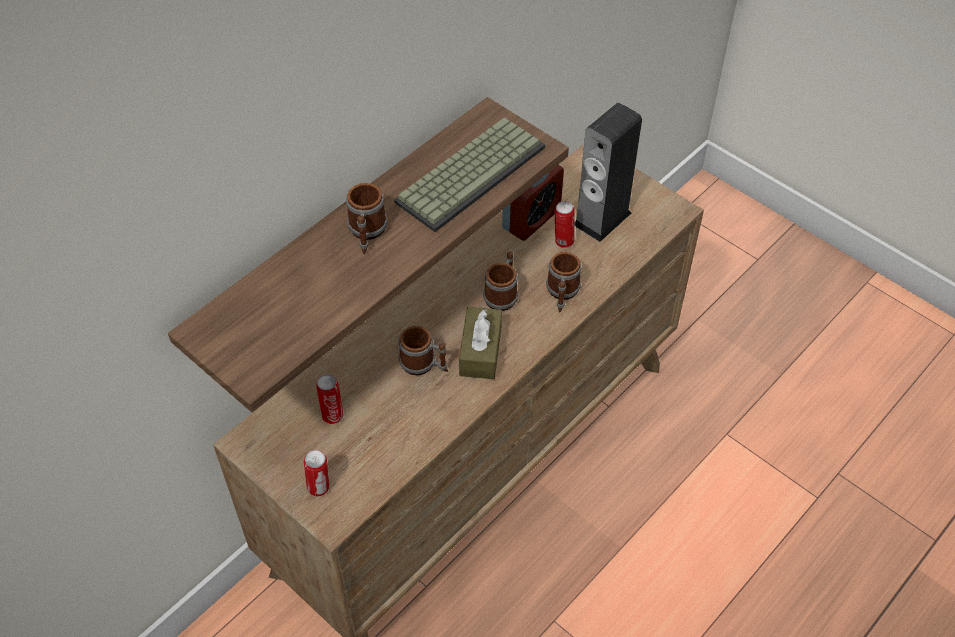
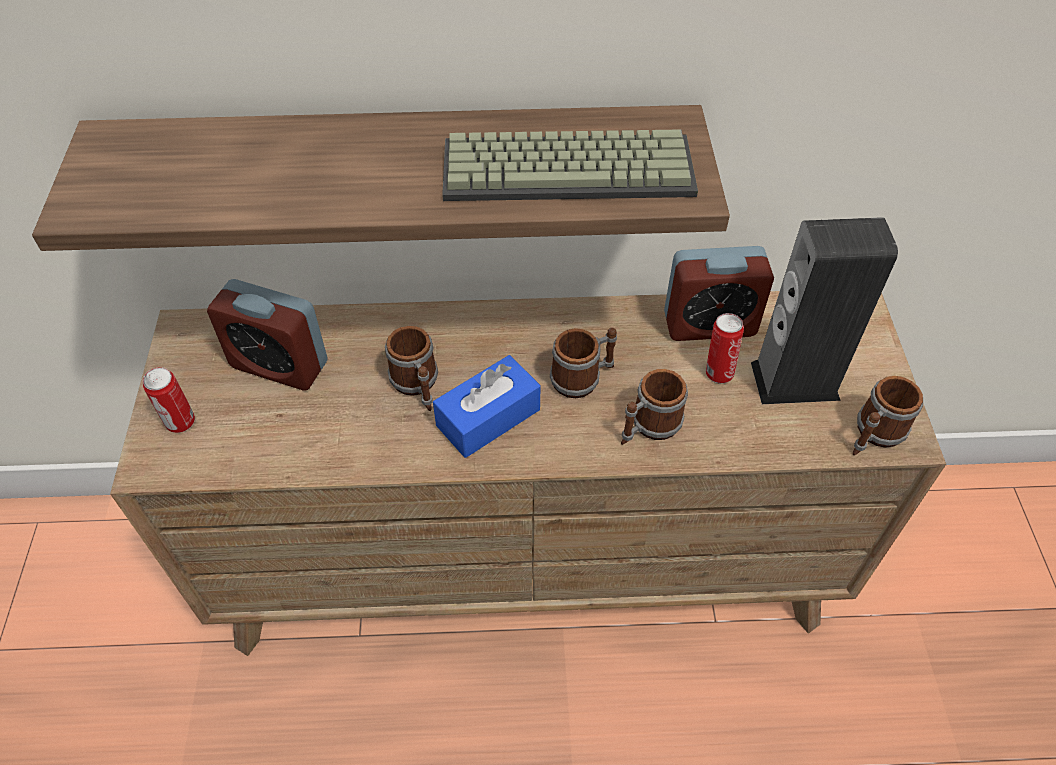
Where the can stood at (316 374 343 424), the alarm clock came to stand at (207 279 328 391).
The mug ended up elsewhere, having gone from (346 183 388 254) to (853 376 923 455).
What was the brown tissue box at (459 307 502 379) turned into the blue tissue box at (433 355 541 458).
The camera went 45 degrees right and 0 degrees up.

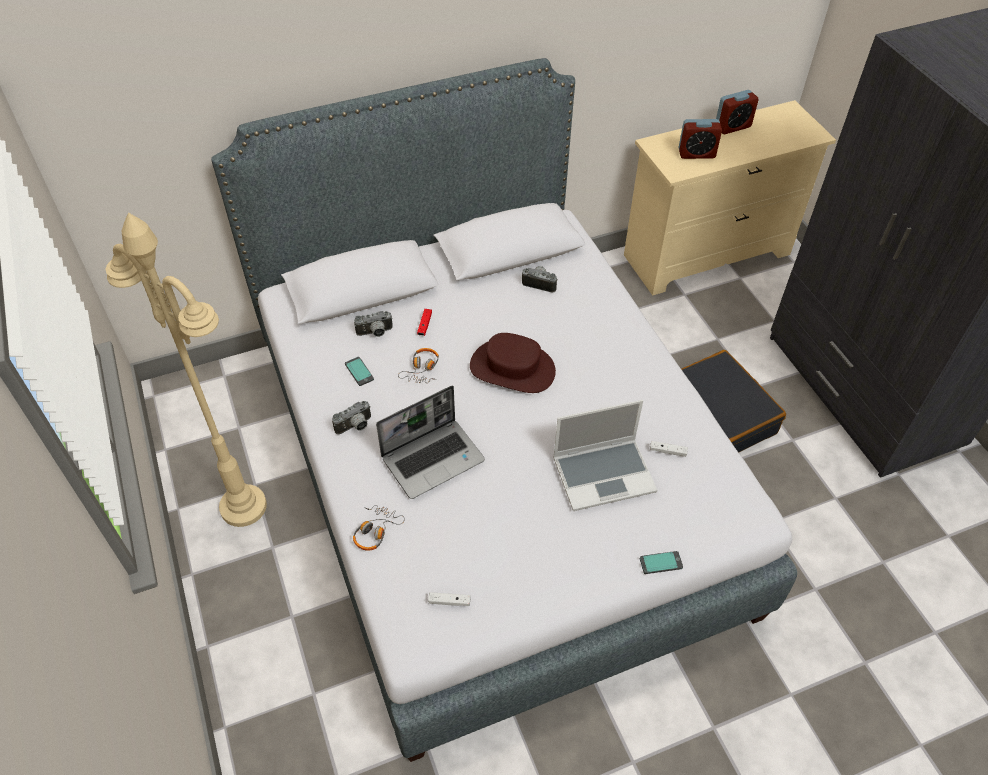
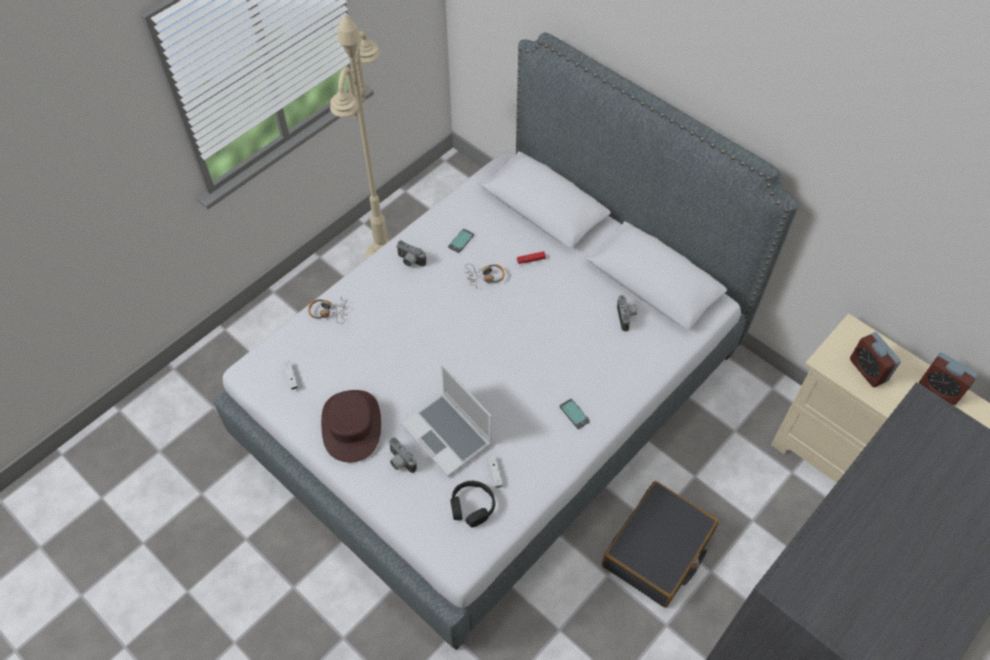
The photo camera ended up elsewhere, having gone from (354 311 393 337) to (389 437 417 473).
The second view lost the laptop at (376 385 485 499).
The brown hat ended up elsewhere, having gone from (470 333 556 393) to (321 390 381 463).
The phone ended up elsewhere, having gone from (640 551 683 574) to (560 399 590 429).
The second view gained the black headphones at (450 481 495 527).
The camera went 65 degrees right and 5 degrees up.

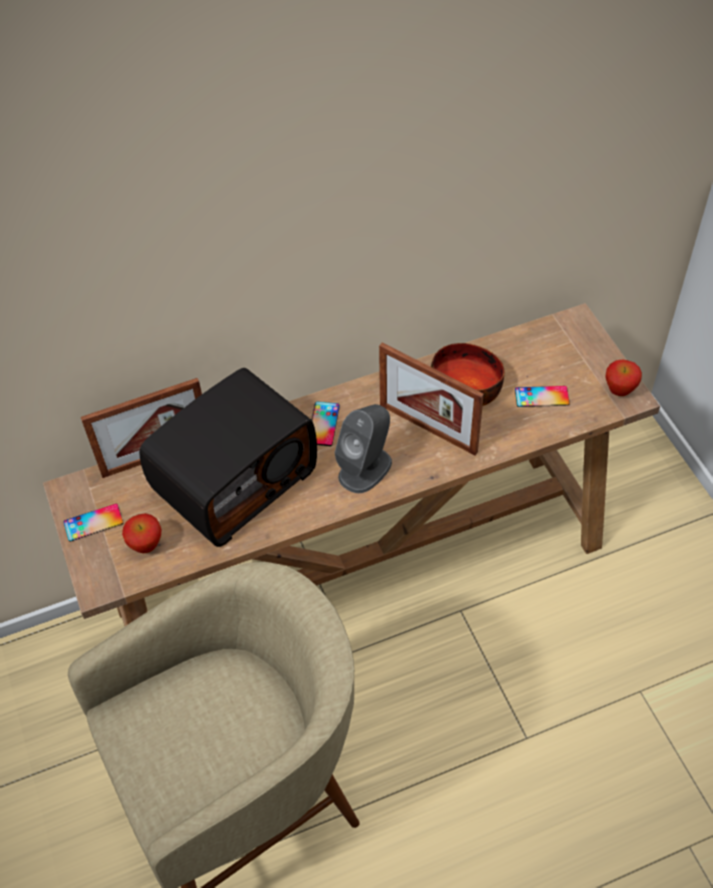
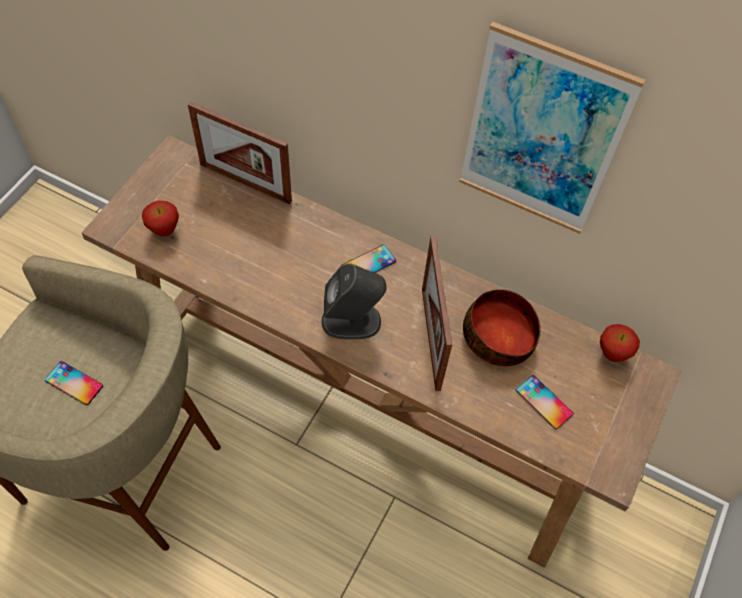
The phone ended up elsewhere, having gone from (63 504 123 542) to (45 361 103 405).
The second view lost the radio at (139 368 317 547).
The apple ended up elsewhere, having gone from (605 360 642 396) to (600 324 640 362).
The second view gained the picture at (459 22 645 234).
The camera went 45 degrees right and 5 degrees up.

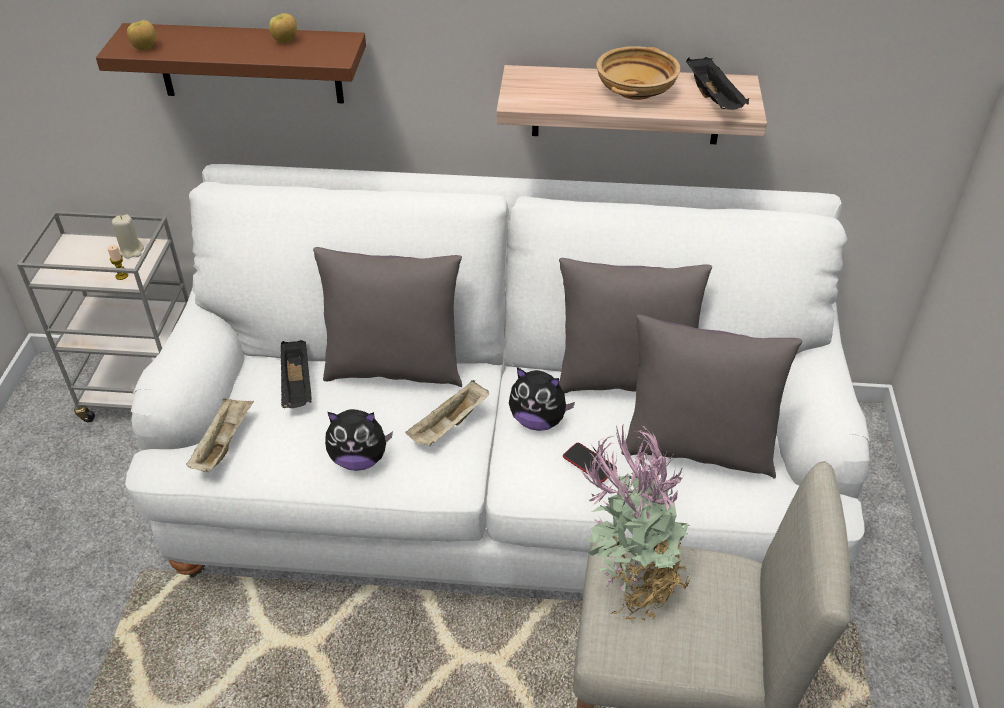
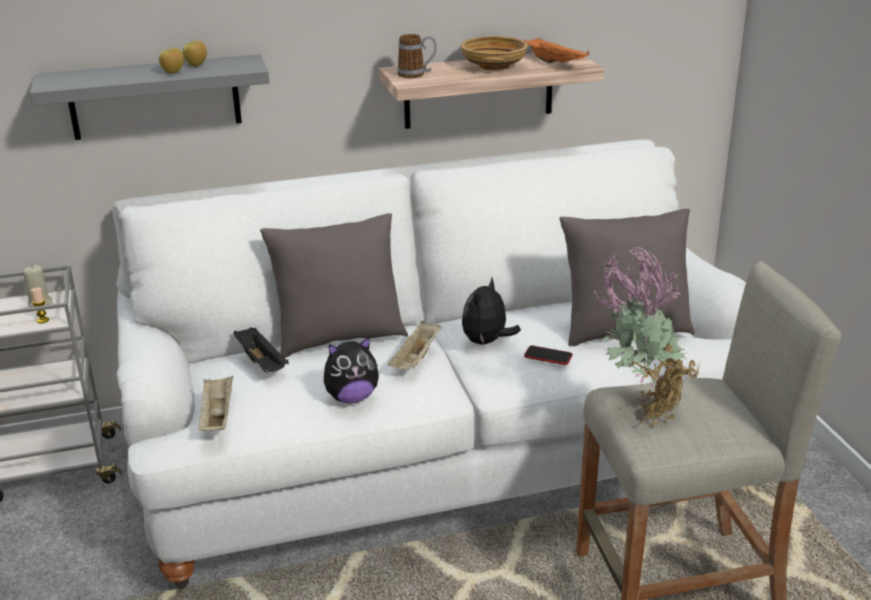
What was the brown shelf at (96 23 366 104) turned into the grey shelf at (30 54 270 140).
The apple ended up elsewhere, having gone from (127 20 156 50) to (159 48 184 74).
The plush toy at (509 367 575 431) ended up facing another way, 120 degrees clockwise from before.
The second view lost the grey pillow at (559 258 712 394).
What was the black tray at (686 57 749 110) turned into the orange tray at (524 38 589 63).
The second view gained the mug at (397 34 437 78).
The camera went 20 degrees left and 15 degrees down.

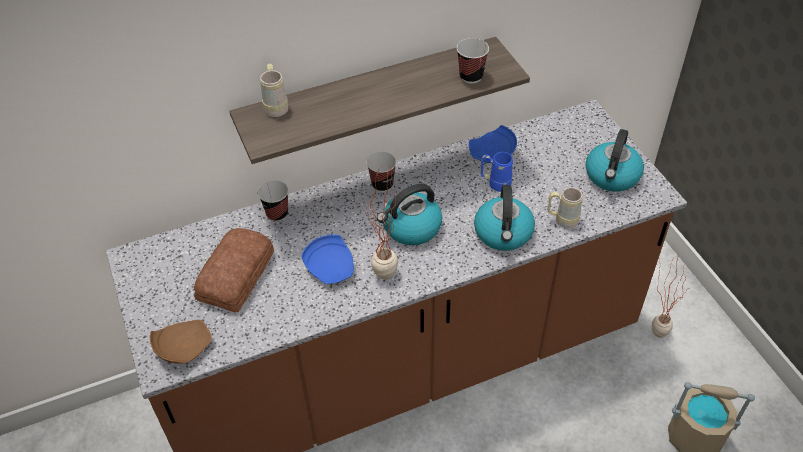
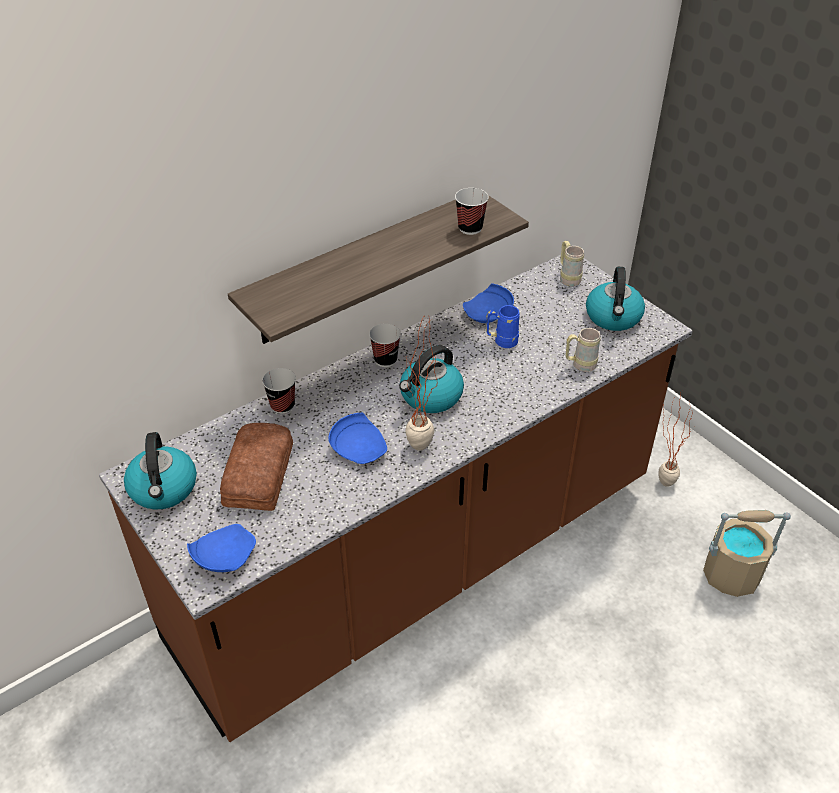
What was the brown plate at (150 320 212 364) turned into the blue plate at (187 524 256 572).
The beige mug ended up elsewhere, having gone from (260 63 289 117) to (560 241 584 286).
The kettle ended up elsewhere, having gone from (474 185 535 251) to (124 432 197 510).
The camera went 15 degrees left and 5 degrees down.

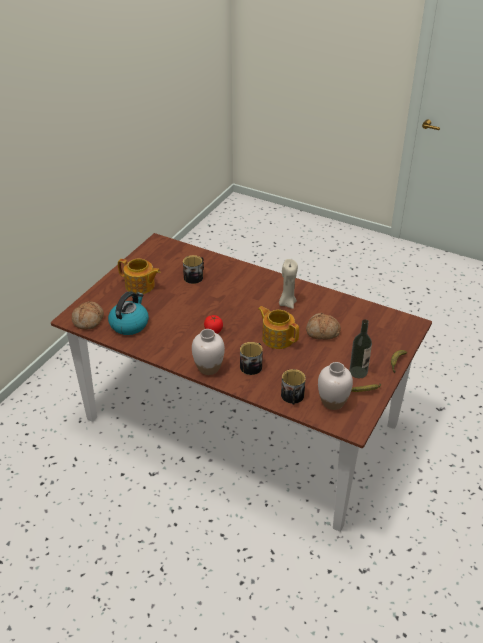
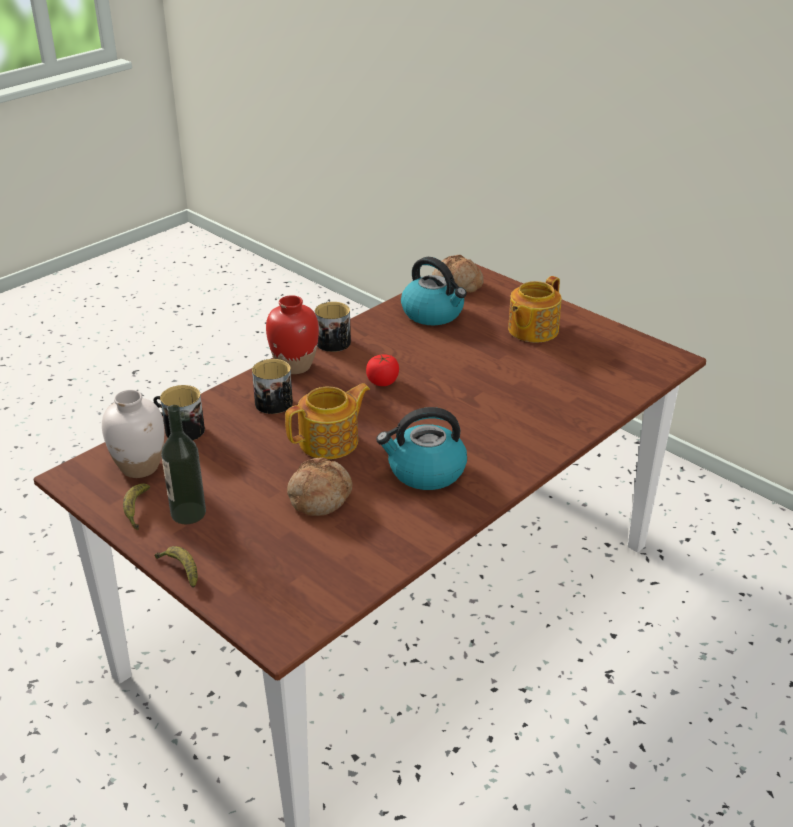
The mug ended up elsewhere, having gone from (183 255 204 284) to (315 302 351 352).
What was the white vase at (192 329 225 375) turned into the red vase at (266 295 319 374).
Where the beige candle stood at (279 259 298 309), the kettle came to stand at (376 407 467 490).
The camera went 105 degrees right and 5 degrees down.

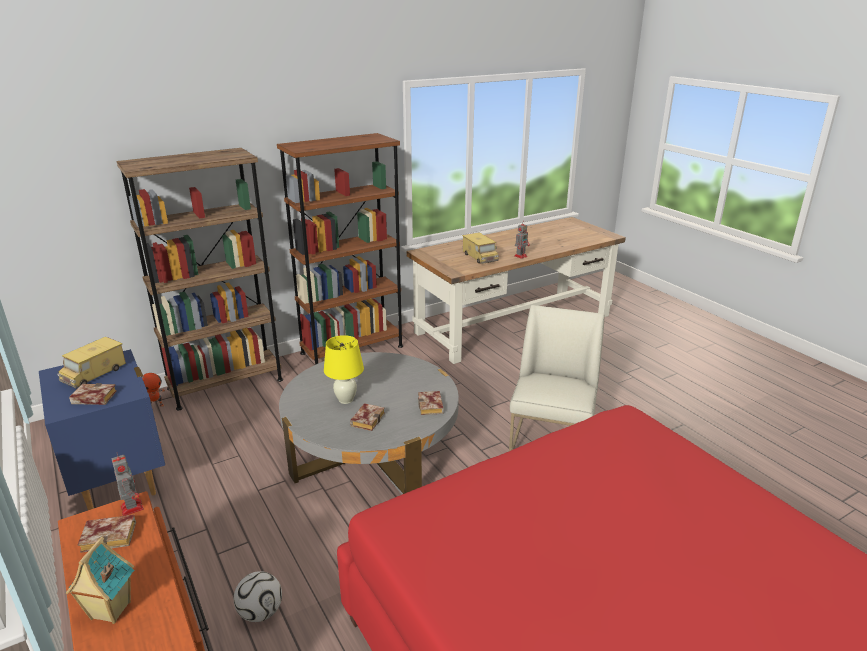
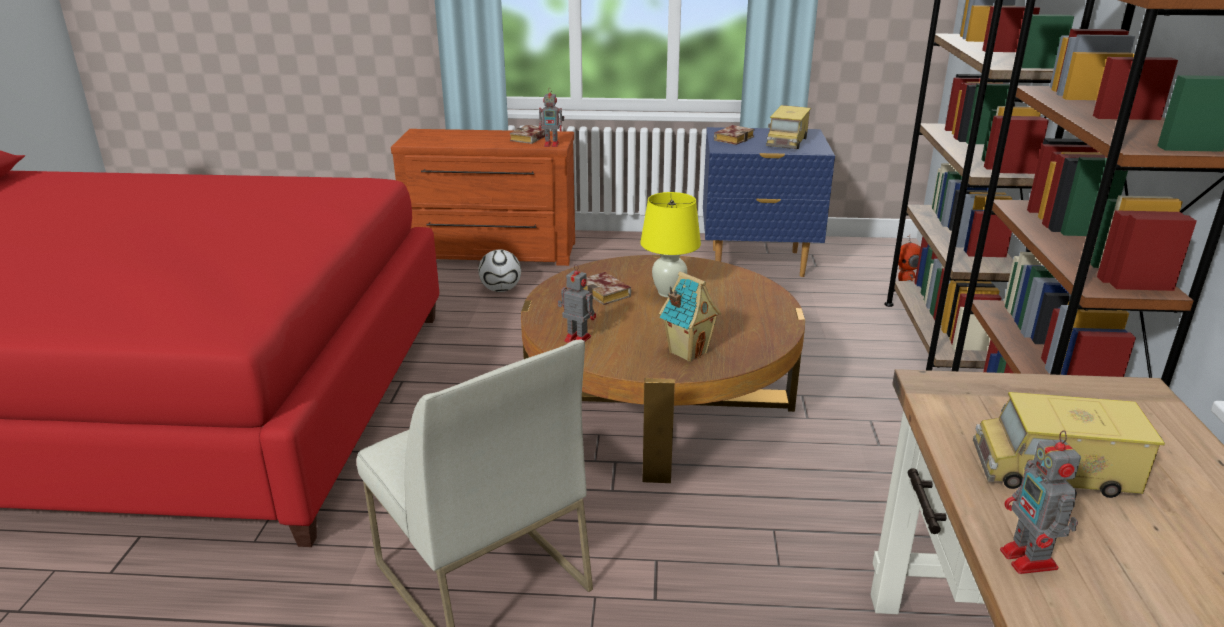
The toy truck at (57 337 126 389) ended up facing another way, 135 degrees counterclockwise from before.
The toy house ended up elsewhere, having gone from (66 537 134 624) to (659 272 721 362).
What was the grey coffee table at (279 352 459 494) turned into the brown coffee table at (521 255 805 483).
Where the book stood at (418 391 444 415), the toy robot came to stand at (558 264 596 343).
The camera went 125 degrees right and 0 degrees up.

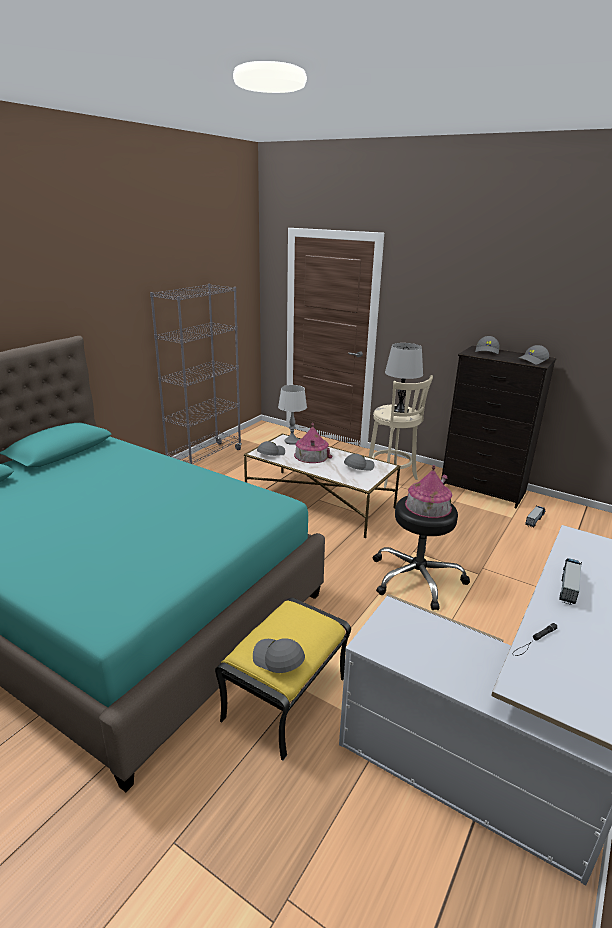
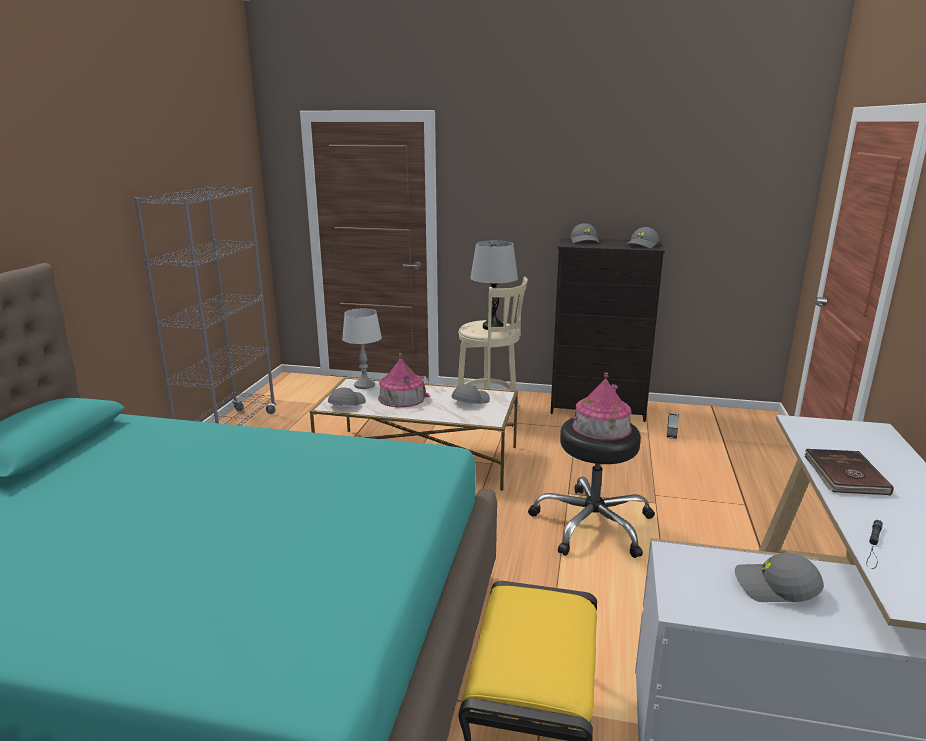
The grey cap ended up elsewhere, having gone from (253 638 305 673) to (735 553 824 602).
Where the toy truck stood at (559 558 582 605), the brown book came to stand at (804 449 893 495).
The camera went 20 degrees left and 5 degrees down.

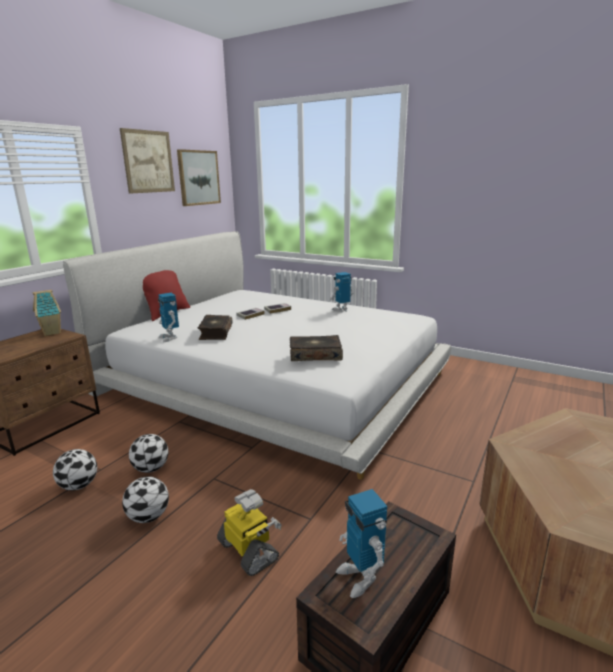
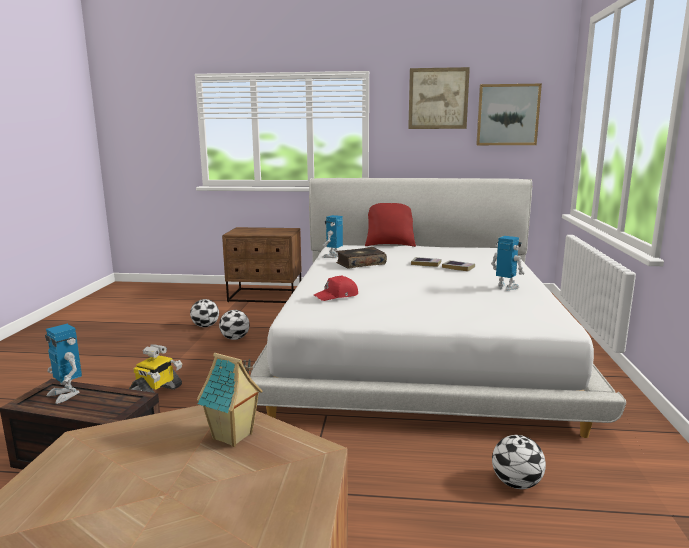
The toy house ended up elsewhere, having gone from (33 290 61 336) to (197 353 263 447).
The football ended up elsewhere, having gone from (122 476 169 523) to (492 435 546 489).
Where the book stood at (290 335 343 361), the red cap came to stand at (314 275 358 301).
The toy robot at (336 489 387 598) ended up facing another way, 90 degrees counterclockwise from before.
The camera went 65 degrees right and 5 degrees down.

